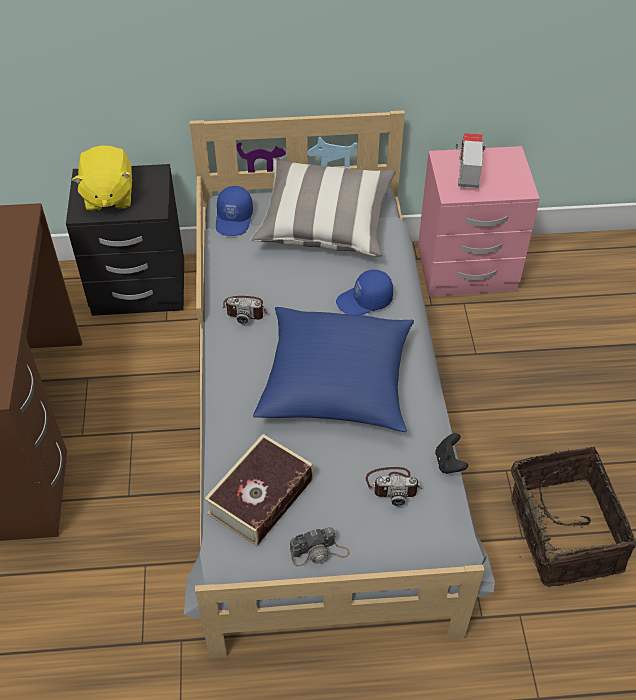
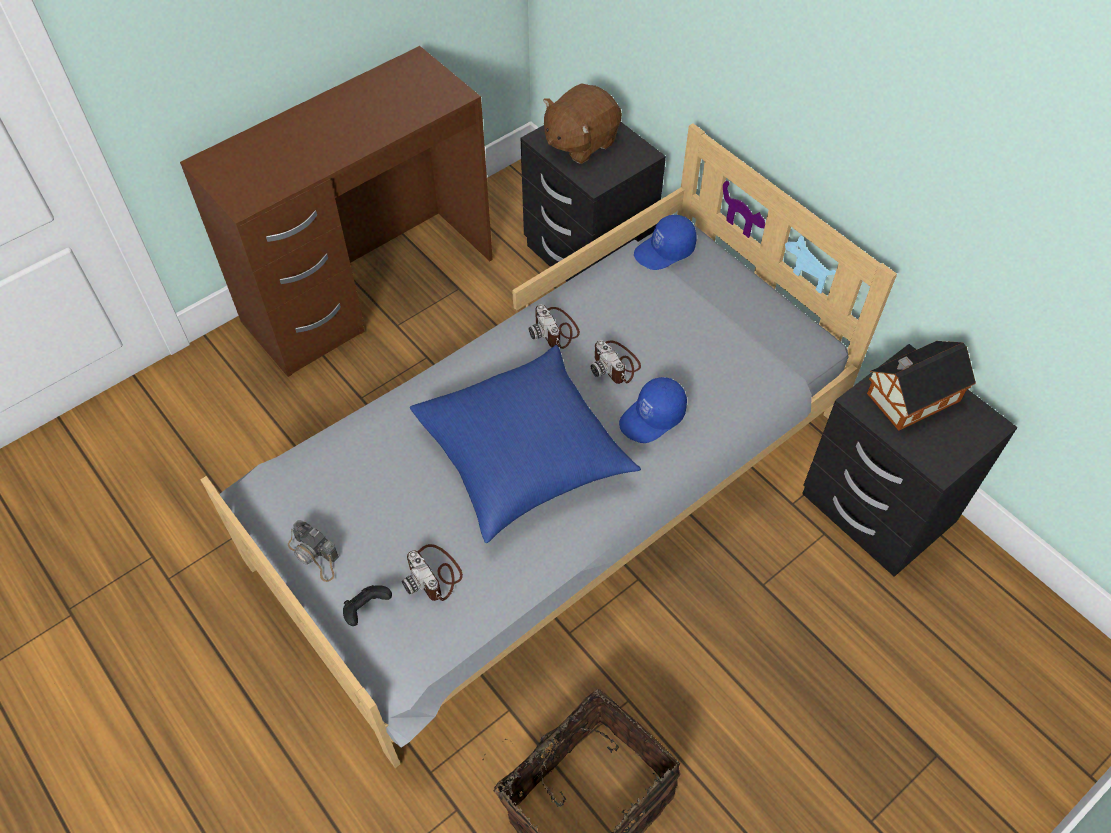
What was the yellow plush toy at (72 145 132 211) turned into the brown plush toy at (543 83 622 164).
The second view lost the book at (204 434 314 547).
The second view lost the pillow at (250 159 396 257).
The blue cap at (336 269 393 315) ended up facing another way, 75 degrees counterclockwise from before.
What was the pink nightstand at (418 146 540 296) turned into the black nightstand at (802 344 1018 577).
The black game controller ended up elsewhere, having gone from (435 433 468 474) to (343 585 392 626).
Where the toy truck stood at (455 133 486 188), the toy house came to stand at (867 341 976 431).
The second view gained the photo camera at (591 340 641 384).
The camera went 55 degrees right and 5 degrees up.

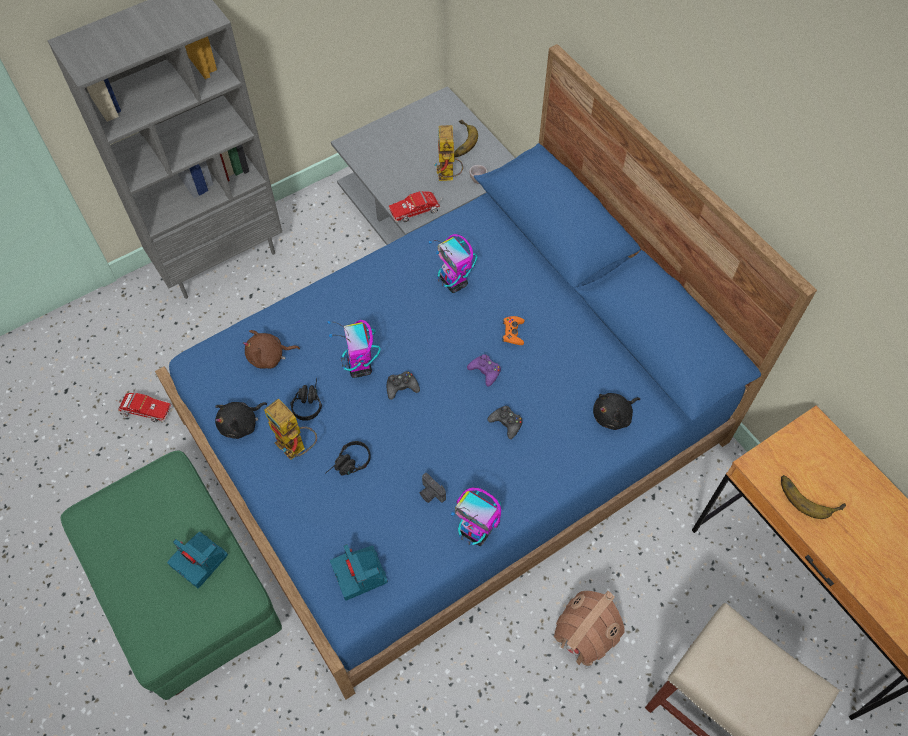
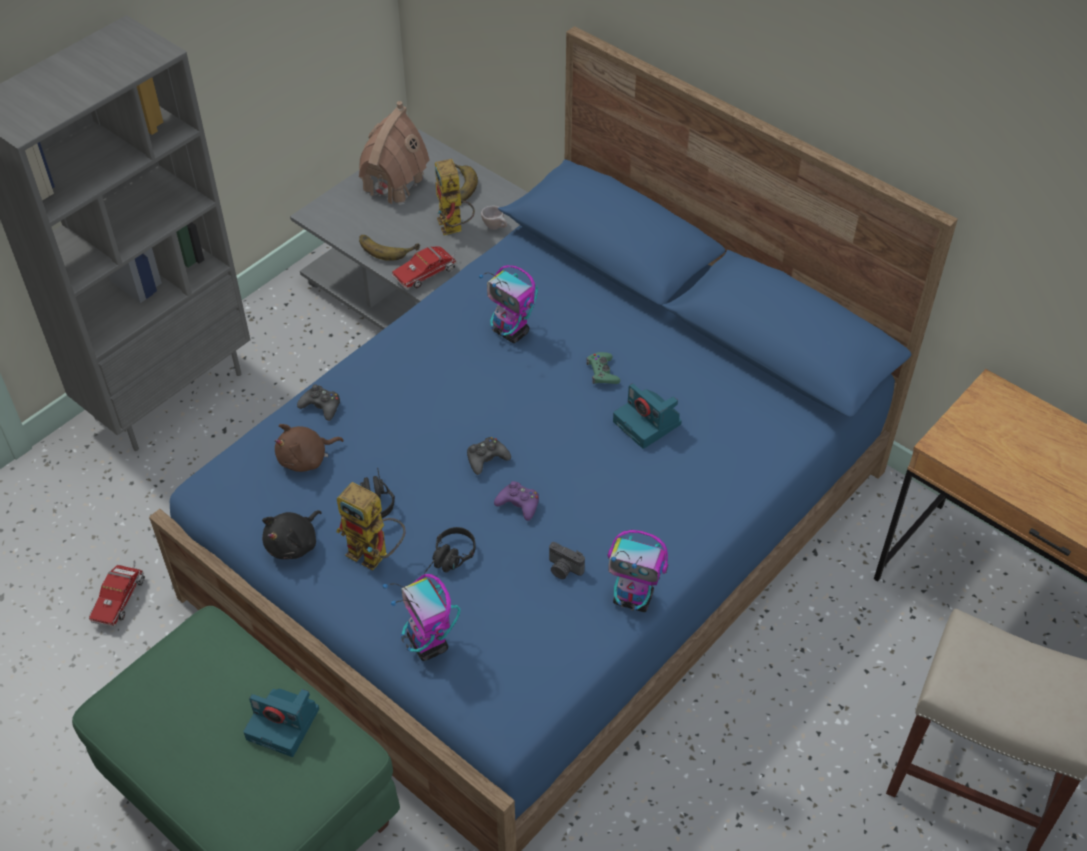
The toy truck at (116 392 171 423) ended up facing another way, 105 degrees clockwise from before.
The toy robot ended up elsewhere, having gone from (327 320 381 378) to (383 574 461 661).
The photo camera ended up elsewhere, having gone from (330 544 388 601) to (613 384 682 449).
The purple game controller ended up elsewhere, having gone from (467 354 501 387) to (494 481 539 521).
The black game controller ended up elsewhere, having gone from (488 406 523 439) to (297 384 340 421).
What was the orange game controller at (502 316 524 345) turned into the green game controller at (586 352 620 384).
The toy house ended up elsewhere, having gone from (554 591 625 669) to (359 101 429 205).
The second view lost the black plush toy at (593 393 640 430).
The banana ended up elsewhere, having gone from (781 475 846 519) to (359 235 420 261).
The camera went 15 degrees left and 10 degrees down.

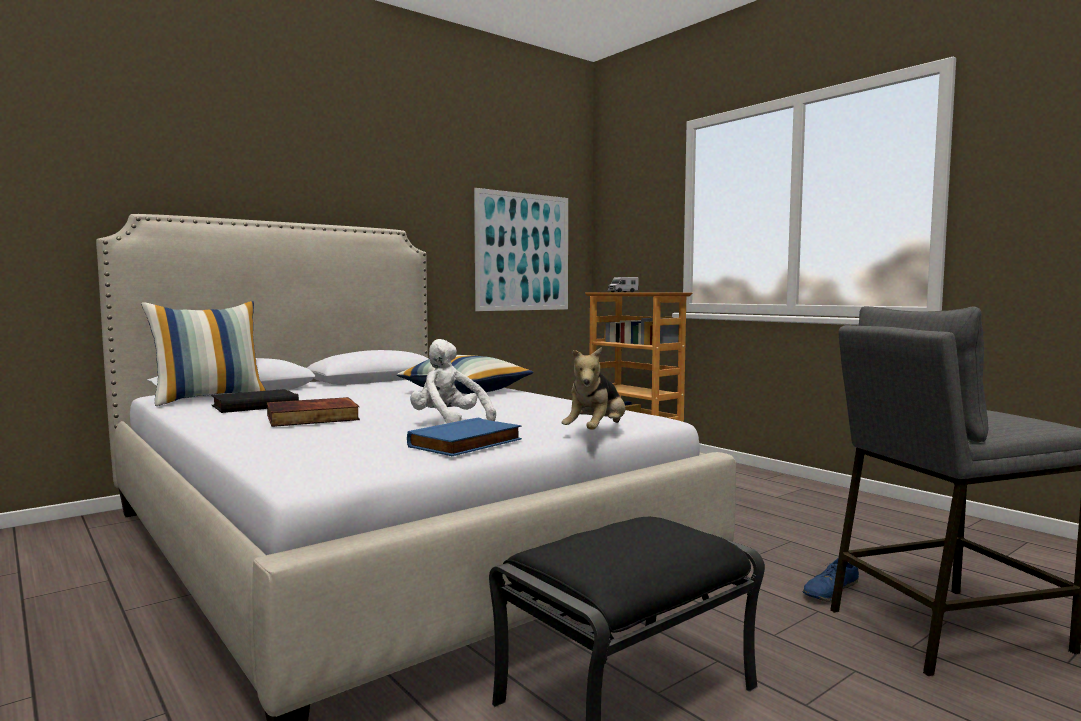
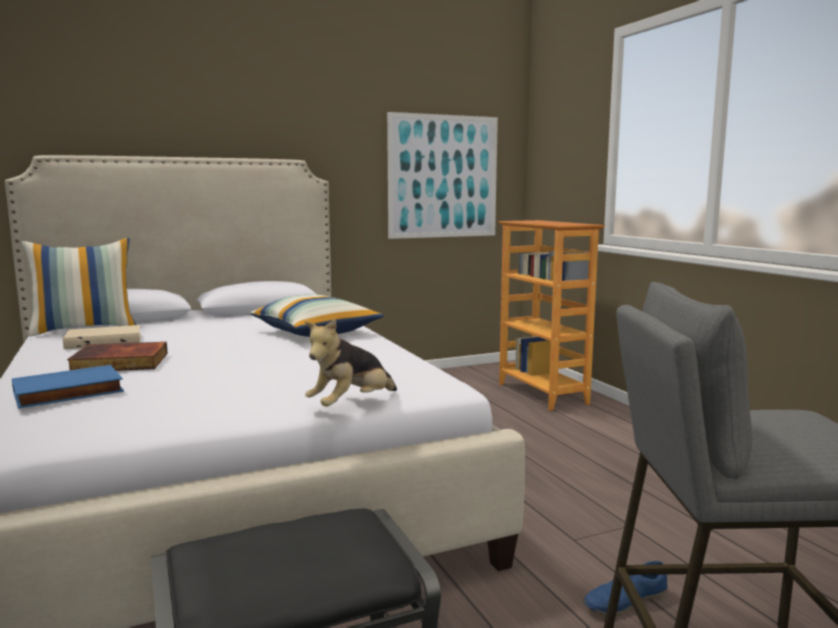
What was the black book at (211 389 299 413) turned into the beige book at (63 325 141 349).
The blue book ended up elsewhere, having gone from (407 418 522 456) to (12 365 124 409).
The second view lost the white plush toy at (410 339 496 424).
The second view lost the toy truck at (608 277 638 292).
The camera went 15 degrees right and 5 degrees up.

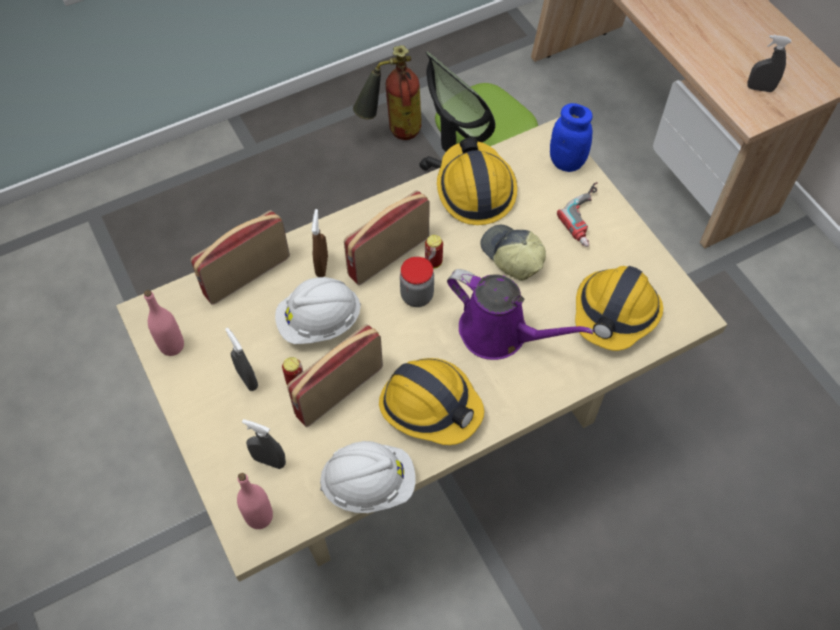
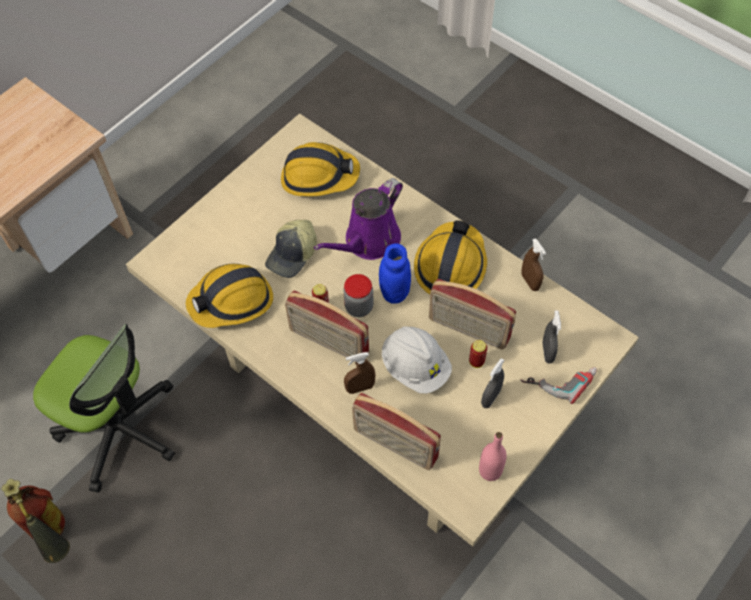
The second view lost the pink bottle at (237 473 273 529).
Where the white hard hat stood at (320 441 415 513), the brown spray bottle came to stand at (521 238 546 291).
The purple watering can at (447 269 594 360) ended up facing another way, 150 degrees counterclockwise from before.
The blue jar ended up elsewhere, having gone from (550 103 592 172) to (379 243 411 304).
The power drill ended up elsewhere, having gone from (557 182 598 247) to (520 367 597 404).
The second view lost the grey spray bottle at (747 35 791 92).
The camera went 110 degrees left and 0 degrees up.

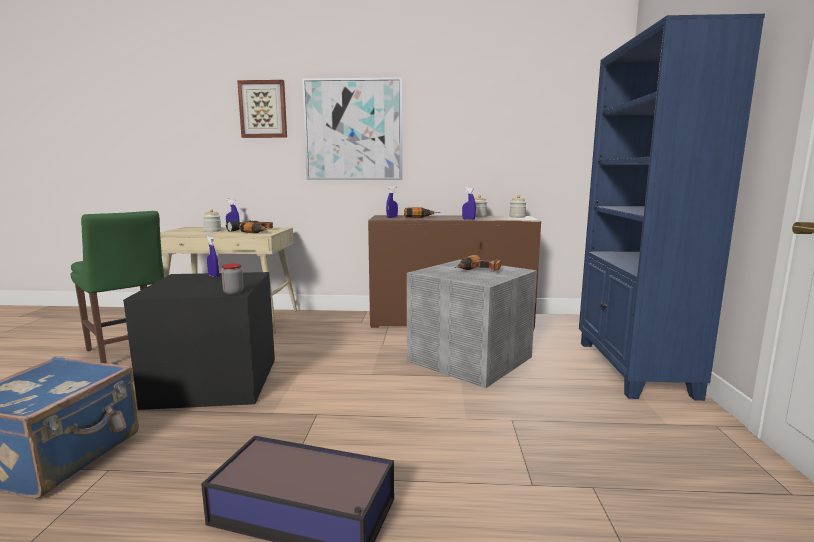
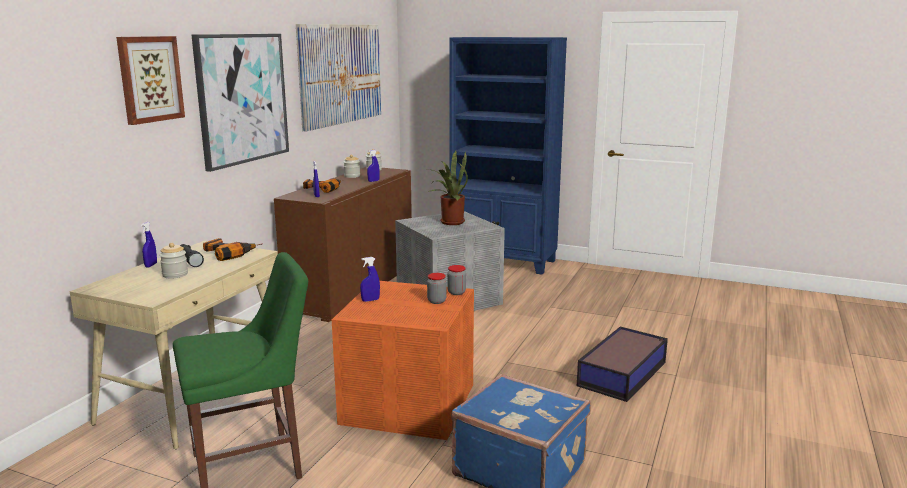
What was the black storage box at (123 272 275 410) turned into the orange storage box at (332 281 474 440).
Where the power drill stood at (455 255 501 271), the potted plant came to stand at (428 151 468 225).
The second view gained the picture at (296 24 381 131).
The second view gained the jar at (427 273 446 304).
The camera went 70 degrees left and 5 degrees up.

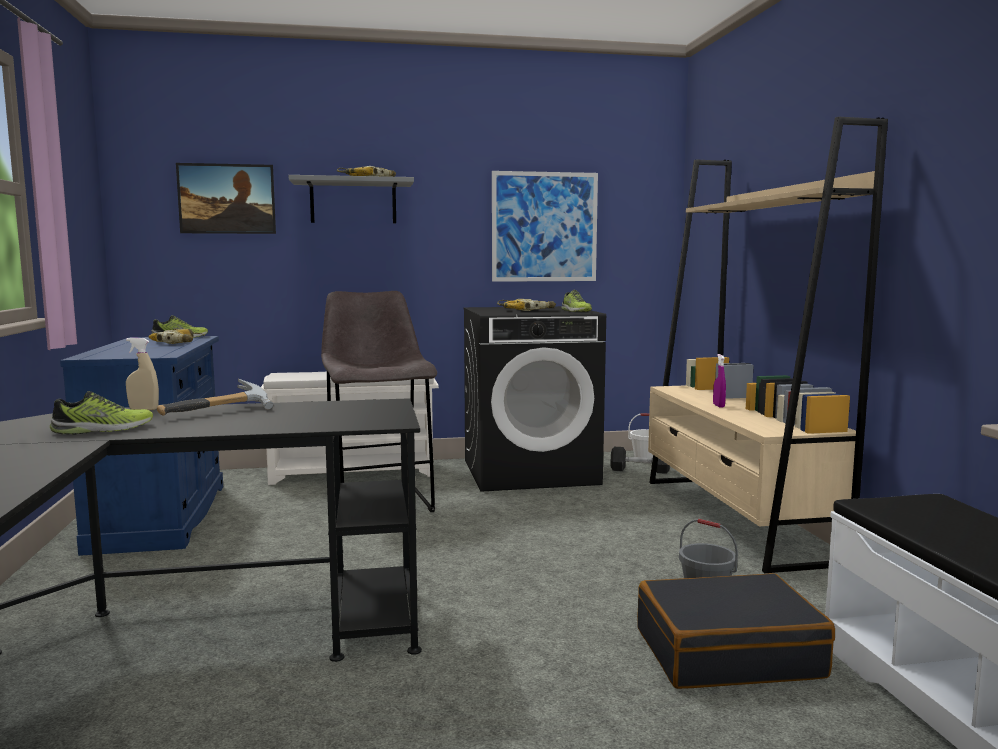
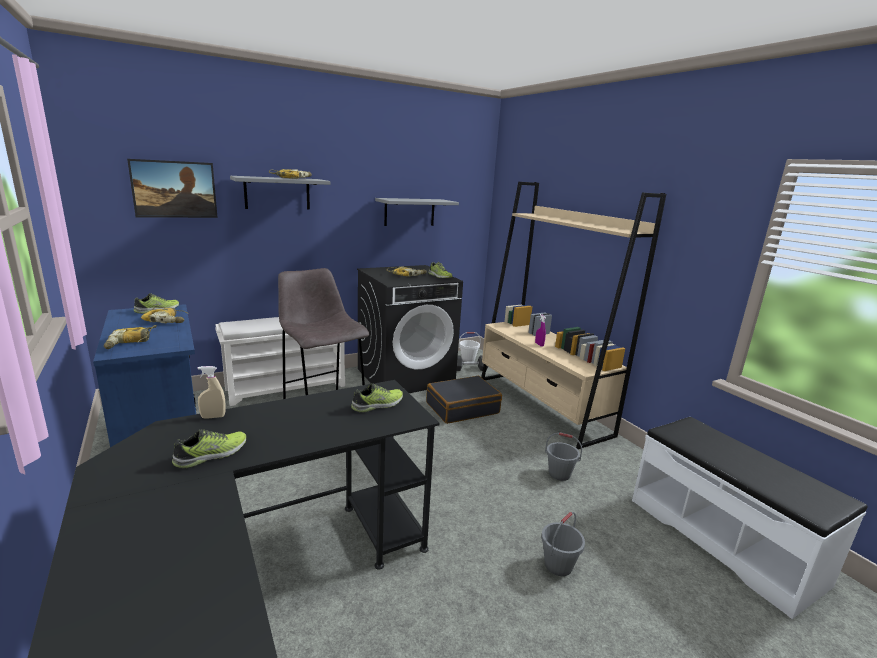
The second view lost the hammer at (157 379 273 415).
Where the picture hung at (492 171 598 282), the grey shelf came to hang at (375 198 459 226).
The black suitcase ended up elsewhere, having gone from (637 573 835 689) to (426 376 502 424).
The second view gained the power drill at (104 325 157 349).
The second view gained the shoe at (351 383 403 413).
The second view gained the grey bucket at (541 512 585 576).
The camera went 20 degrees left and 10 degrees up.

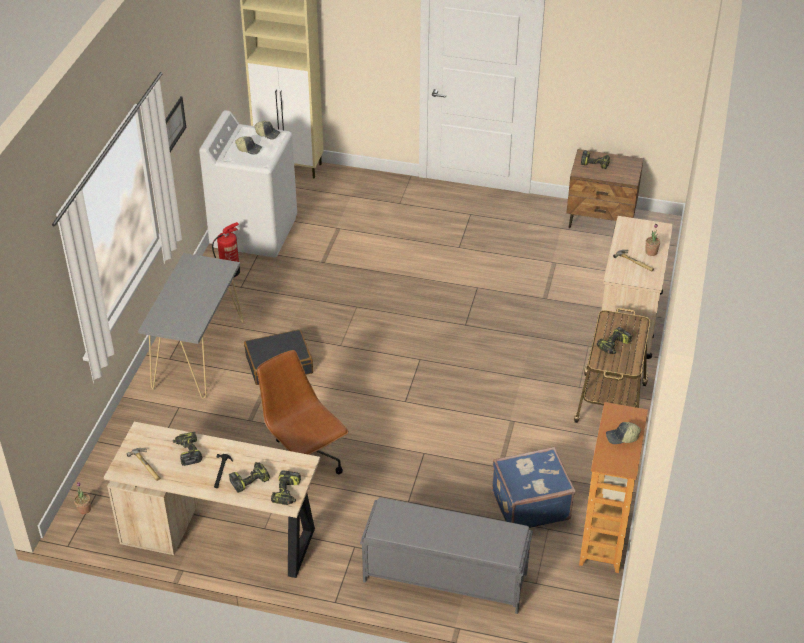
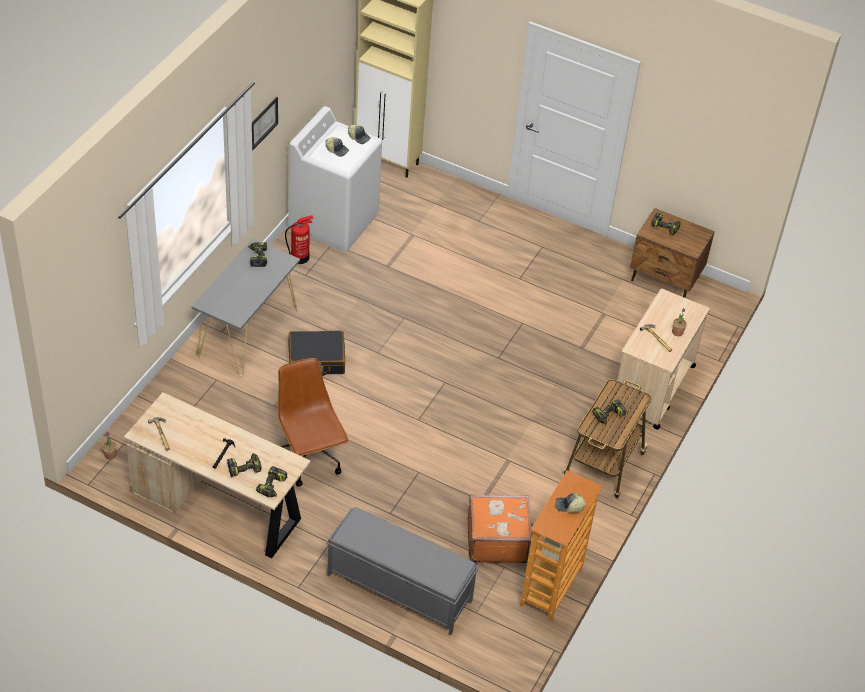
The power drill ended up elsewhere, having gone from (173 432 202 466) to (248 242 267 267).
What was the blue suitcase at (492 447 575 528) turned into the orange suitcase at (467 495 532 563).
The camera went 10 degrees right and 5 degrees up.

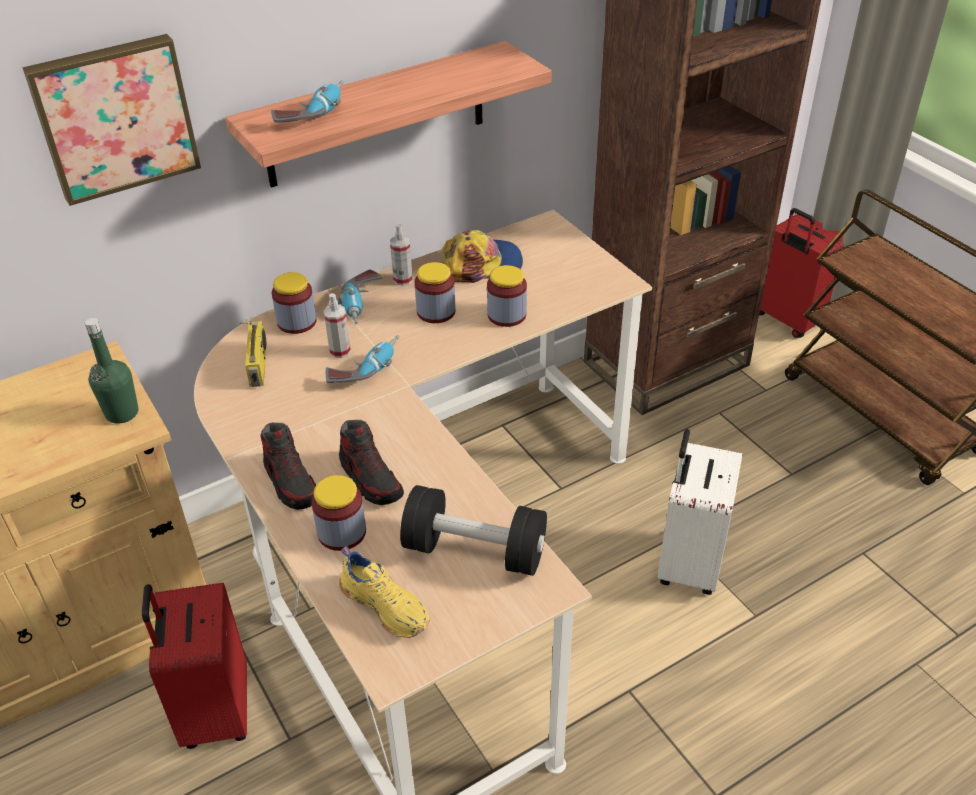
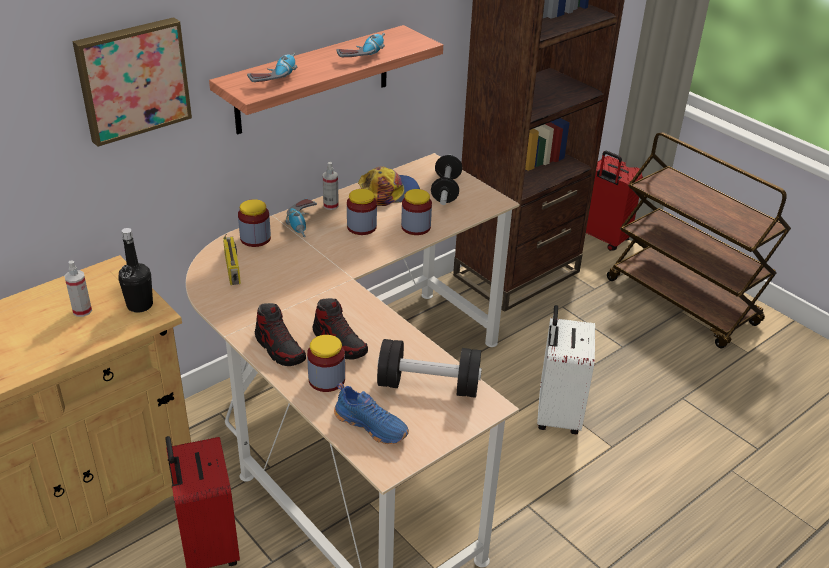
What was the green bottle at (85 318 139 423) turned into the black bottle at (118 228 153 313).
The spray bottle ended up elsewhere, having gone from (324 293 351 358) to (64 260 92 317).
The power drill ended up elsewhere, having gone from (326 335 400 383) to (336 33 385 57).
What was the yellow shoe at (339 546 430 638) turned into the blue shoe at (334 383 409 444).
The second view gained the dumbbell at (431 154 462 205).
The camera went 10 degrees left and 5 degrees down.

